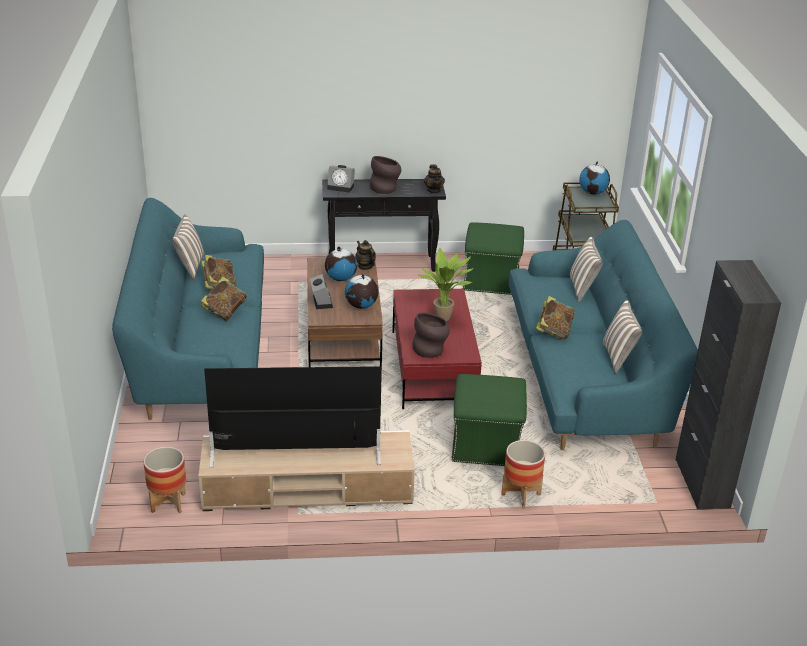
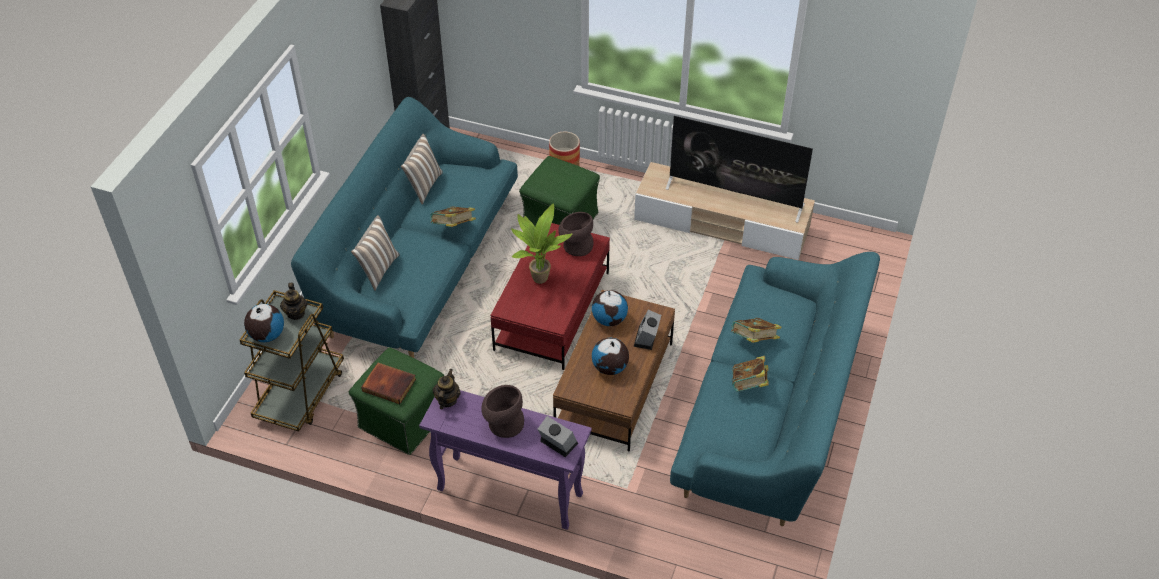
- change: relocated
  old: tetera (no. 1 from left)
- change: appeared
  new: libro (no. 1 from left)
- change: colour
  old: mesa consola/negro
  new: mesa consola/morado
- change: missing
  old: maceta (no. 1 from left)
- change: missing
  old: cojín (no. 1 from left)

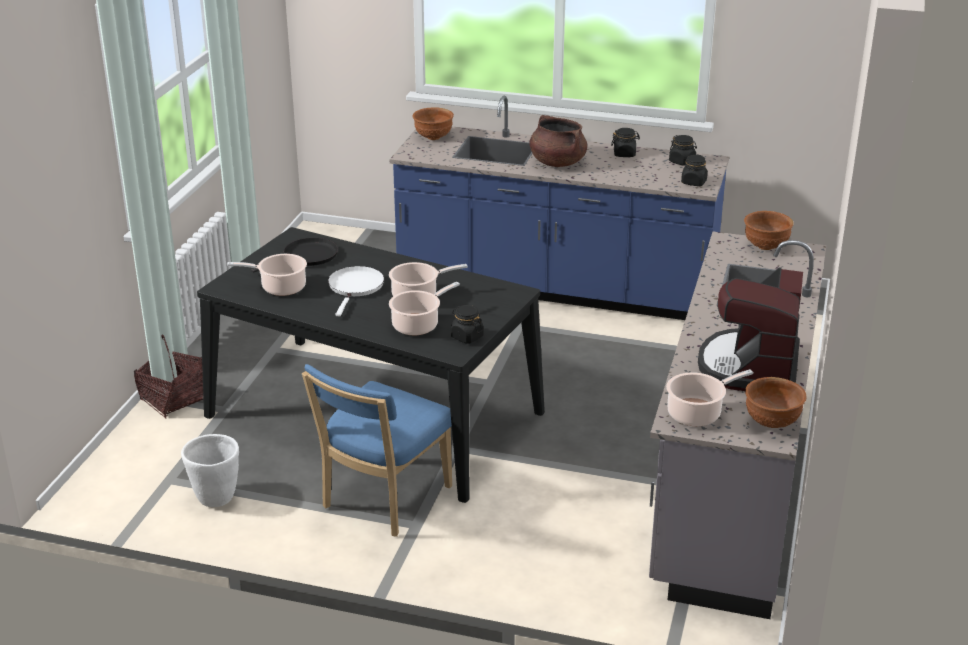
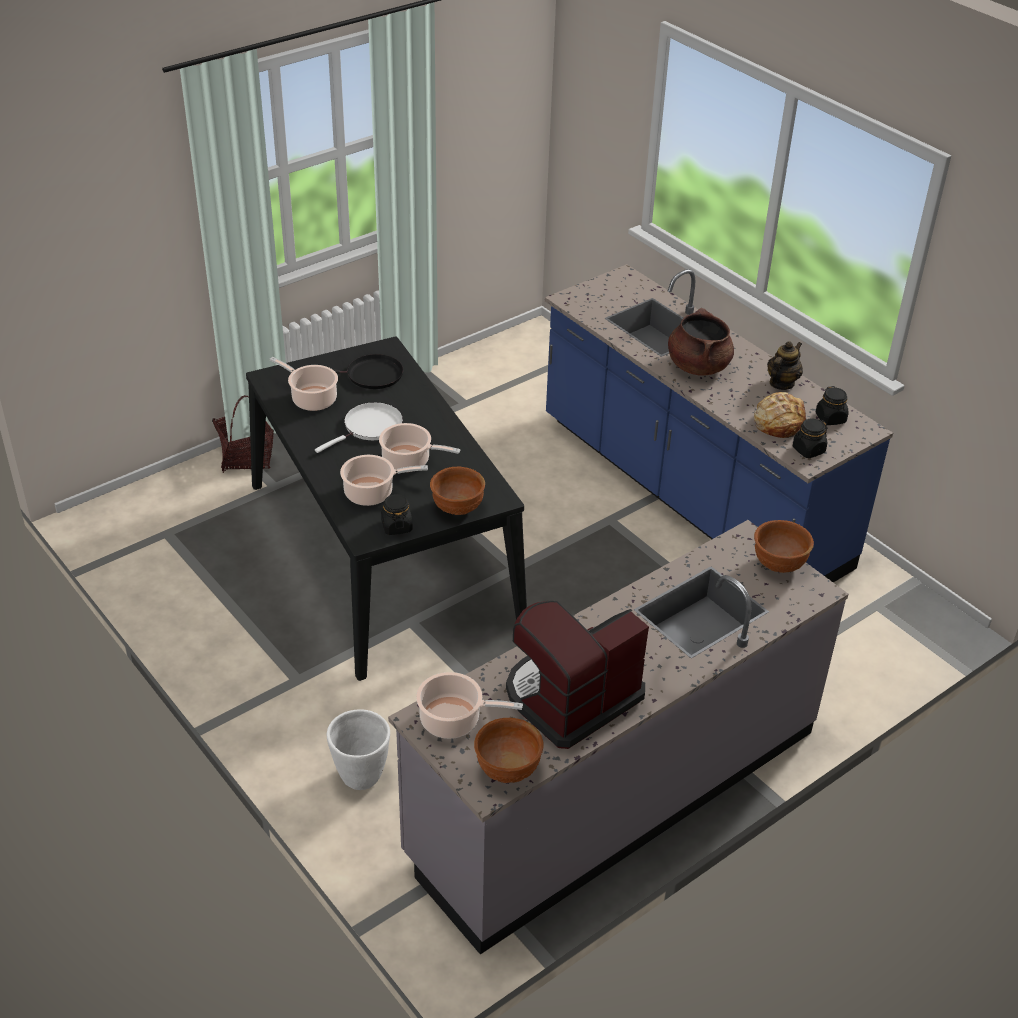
- change: relocated
  old: maceta/blanco
- change: relocated
  old: cuenco/marrón (no. 1 from left)
- change: appeared
  new: pan
- change: exchanged
  old: tarro/negro (no. 2 from left)
  new: tetera
- change: missing
  old: silla/azul

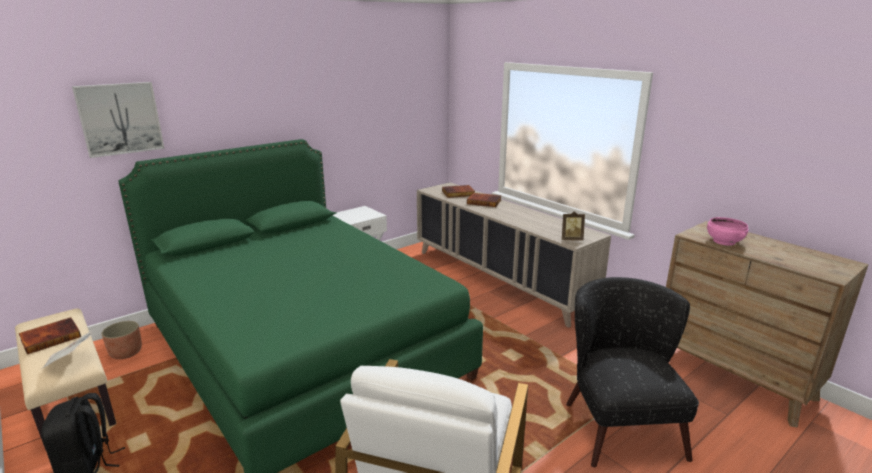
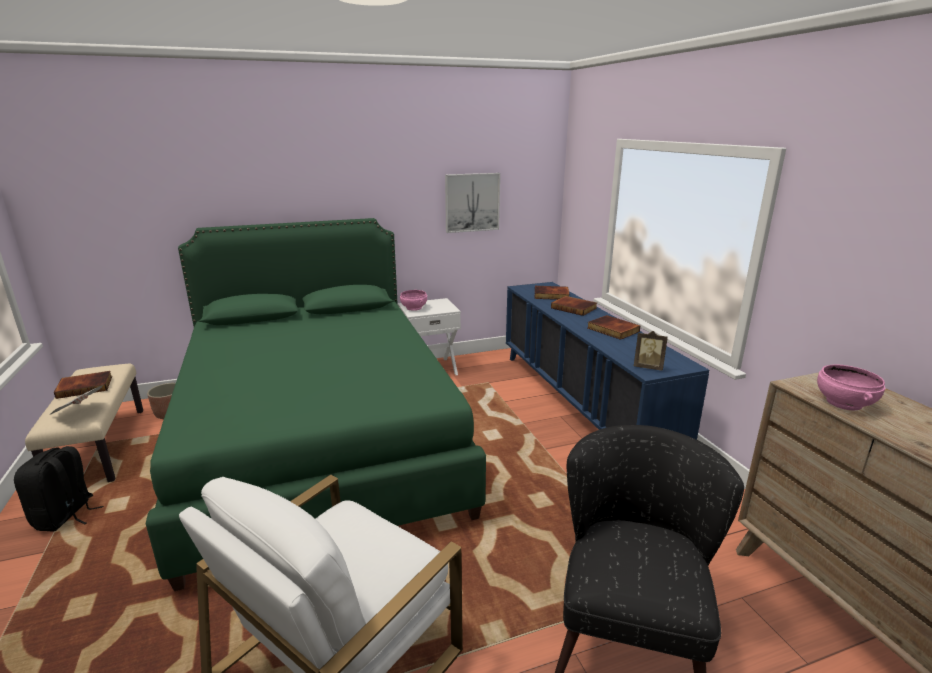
- change: appeared
  new: cuenco/rosa (no. 1 from left)
- change: relocated
  old: cuadro
- change: colour
  old: armario/beis
  new: armario/azul
- change: appeared
  new: libro (no. 4 from left)

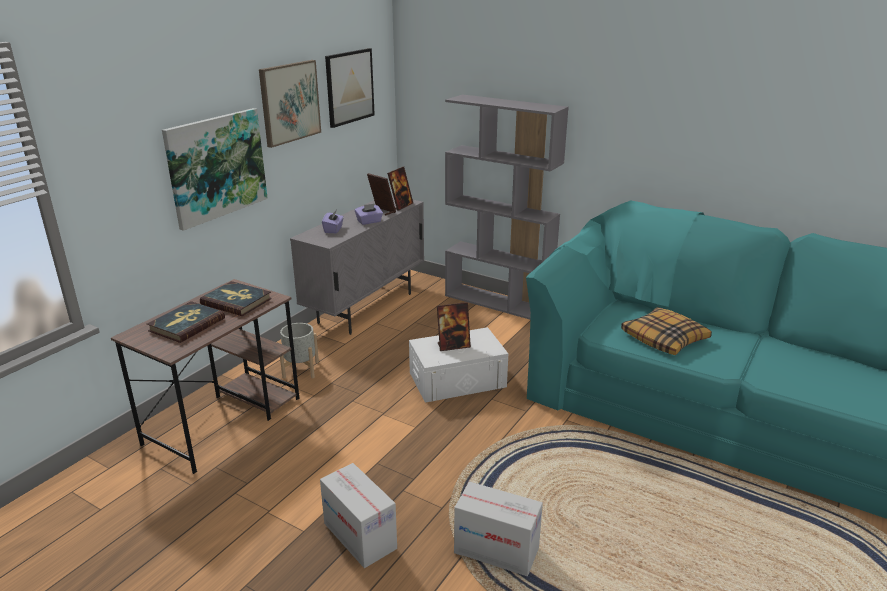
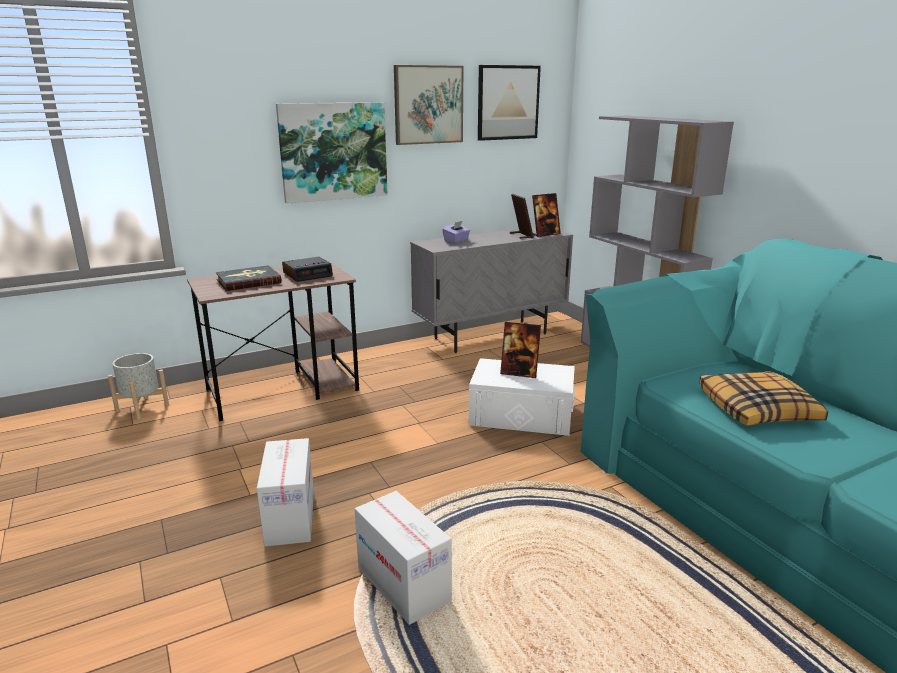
- change: relocated
  old: maceta/gris
- change: exchanged
  old: libro (no. 2 from left)
  new: despertador
- change: missing
  old: caja de pañuelos/morado (no. 2 from left)

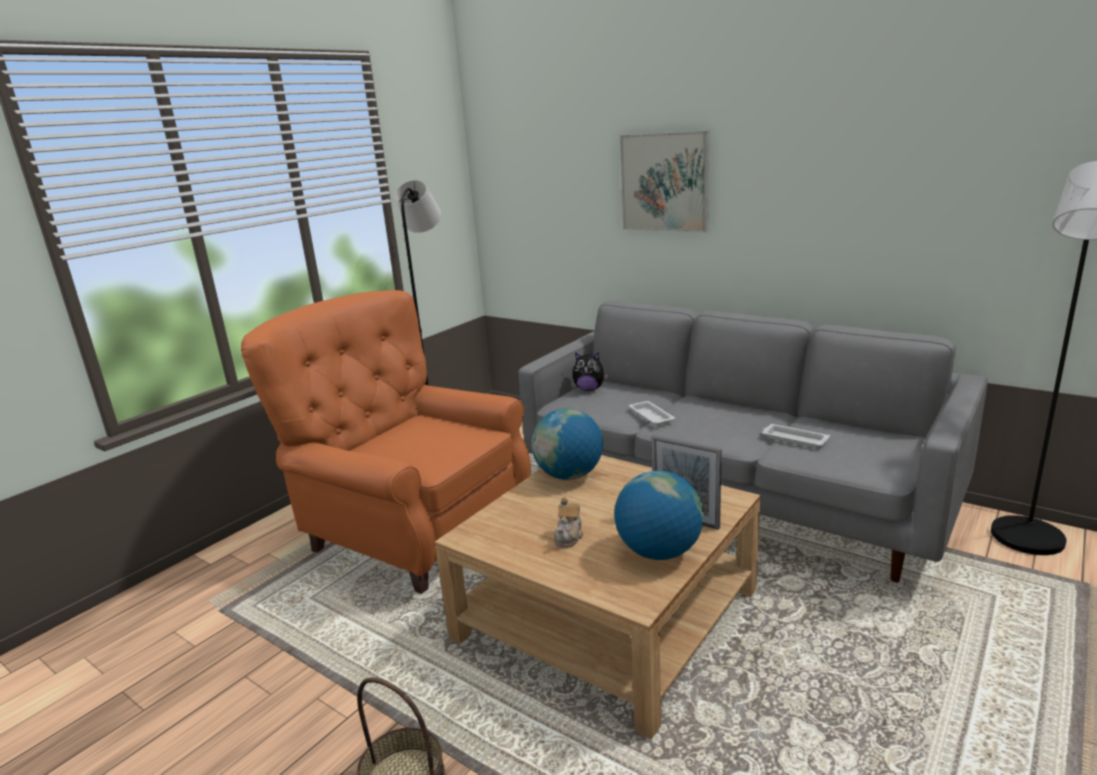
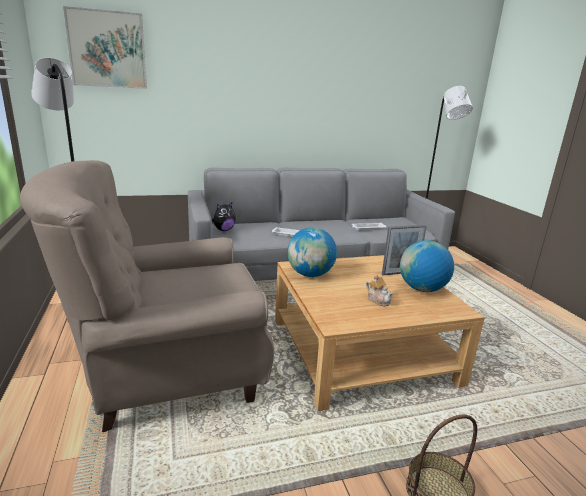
- change: colour
  old: sillón/naranja
  new: sillón/beis
- change: relocated
  old: cuadro

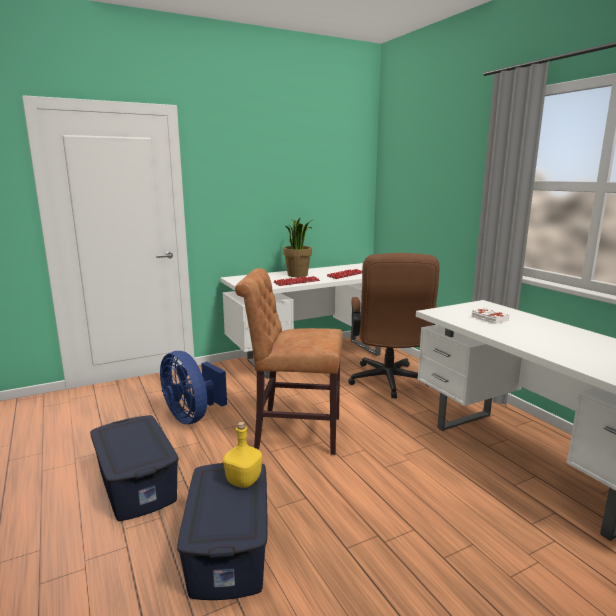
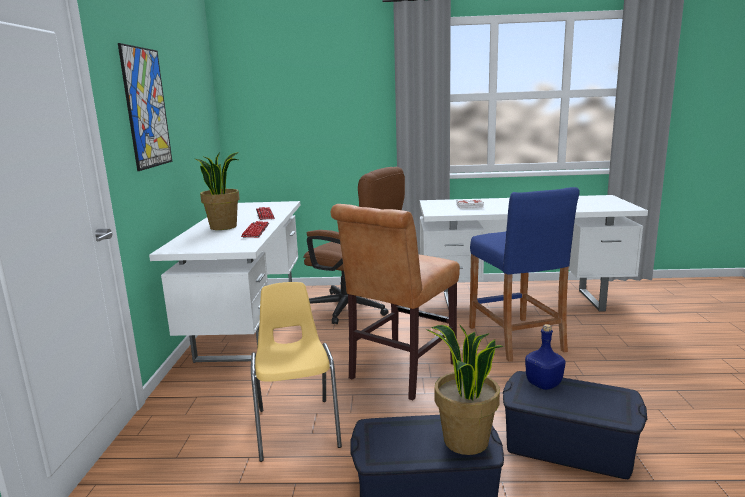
- change: appeared
  new: cuadro
- change: exchanged
  old: ventilador/azul
  new: silla/amarillo
- change: appeared
  new: planta en maceta (no. 2 from left)
- change: appeared
  new: taburete/azul
- change: colour
  old: botella/amarillo
  new: botella/azul

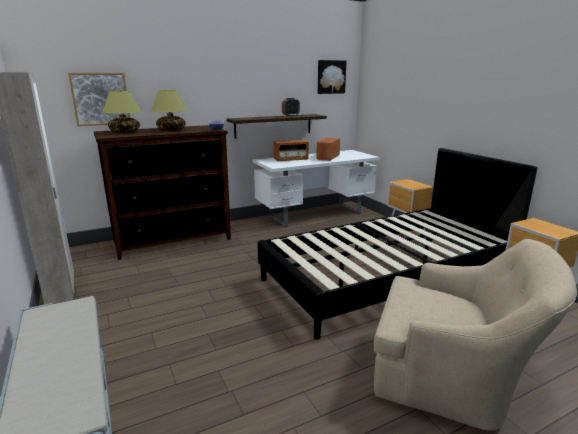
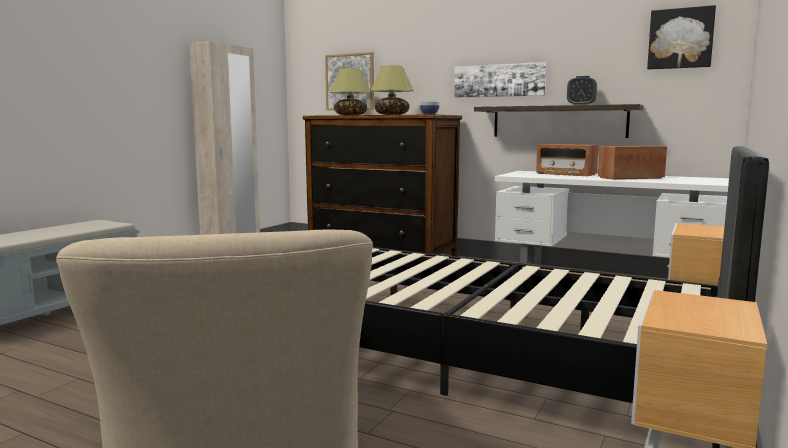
- change: appeared
  new: cuadro (no. 2 from left)

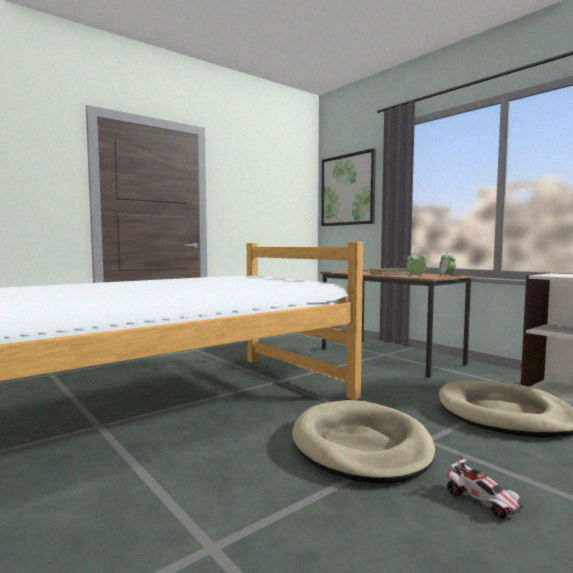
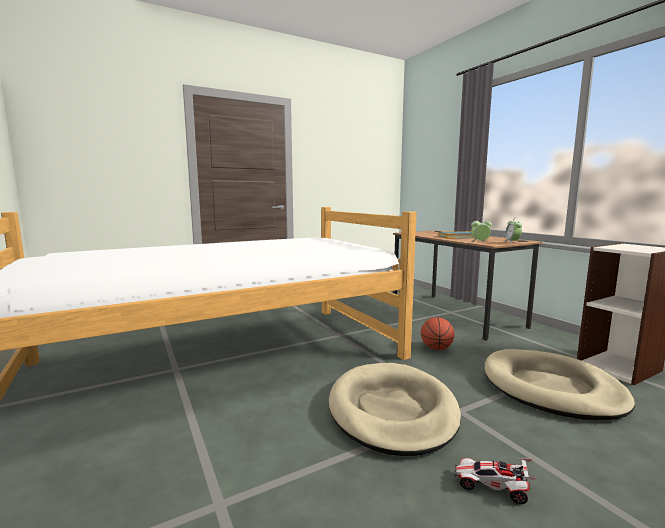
- change: appeared
  new: balón de baloncesto
- change: spun
  old: coche de juguete
  degrees: 135
- change: missing
  old: cuadro

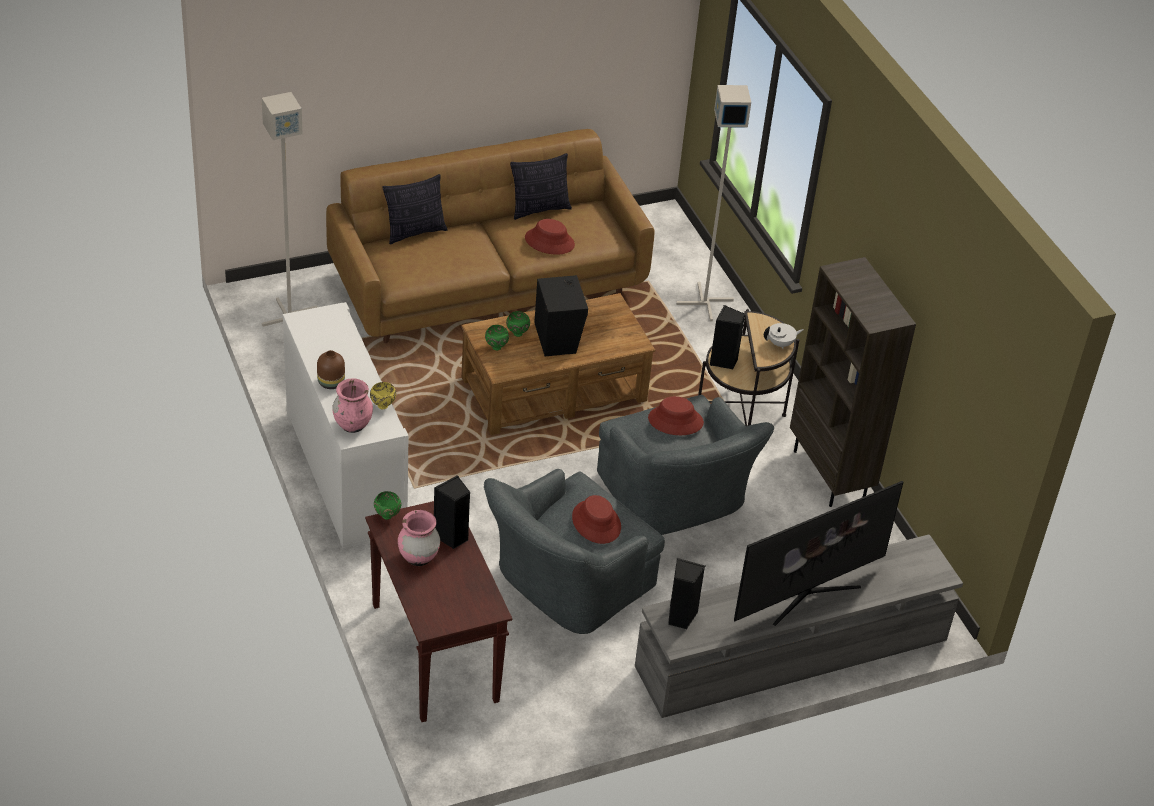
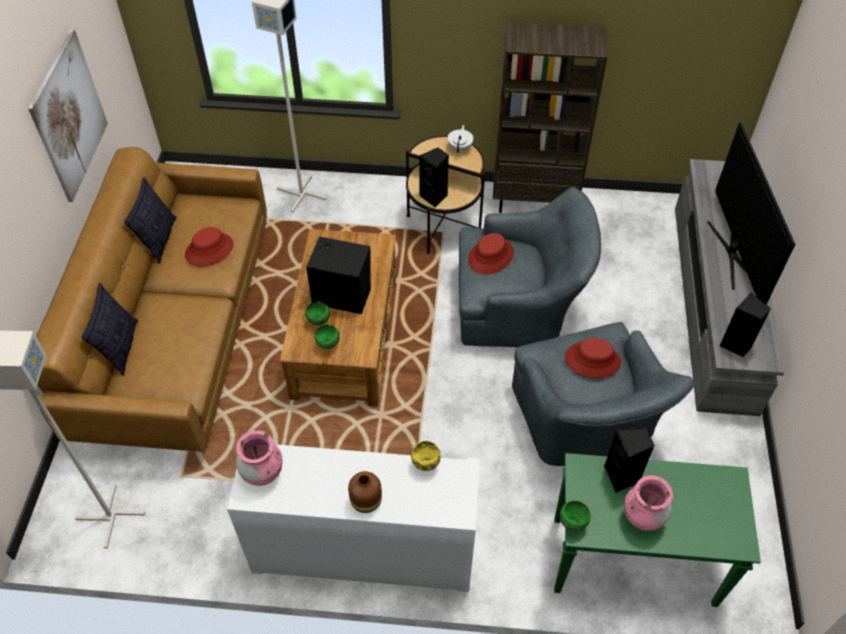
- change: appeared
  new: cuadro
- change: relocated
  old: florero/rosa (no. 1 from left)
- change: colour
  old: mesa consola/marrón
  new: mesa consola/verde

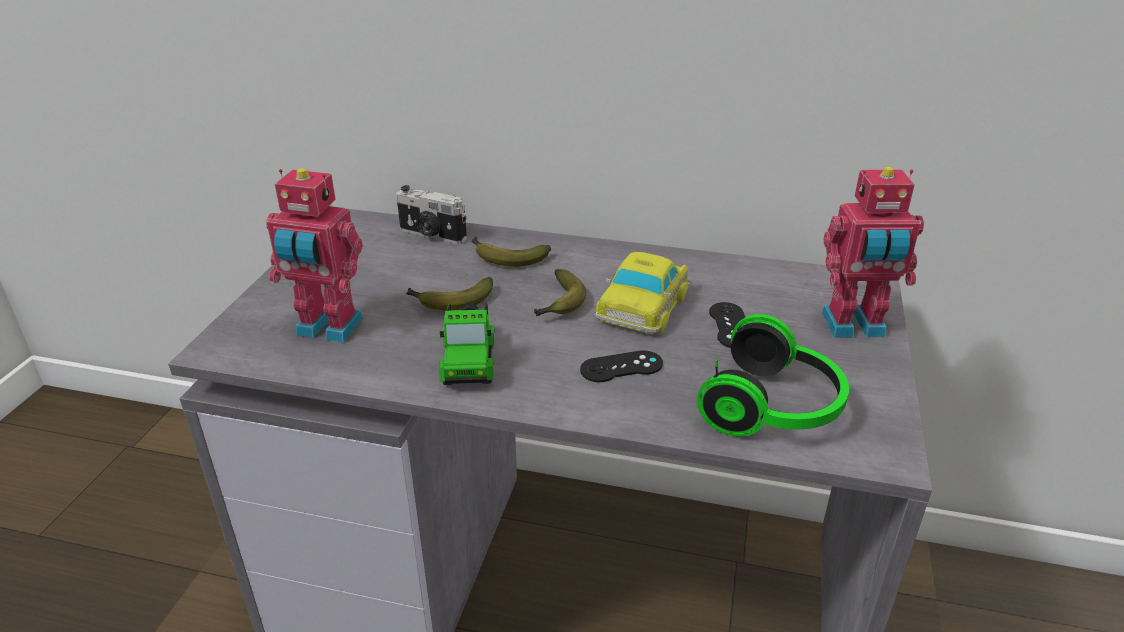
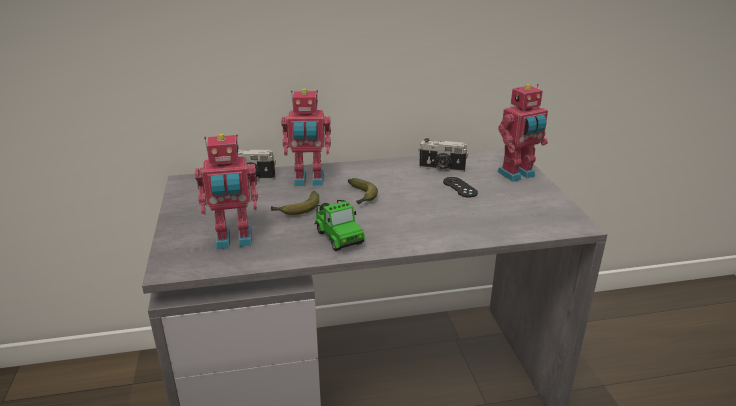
- change: exchanged
  old: plátano (no. 2 from left)
  new: robot de juguete (no. 2 from left)
- change: appeared
  new: cámara (no. 2 from left)
- change: missing
  old: mando de consola/negro (no. 1 from left)
- change: missing
  old: coche de juguete (no. 2 from left)
- change: missing
  old: auriculares

